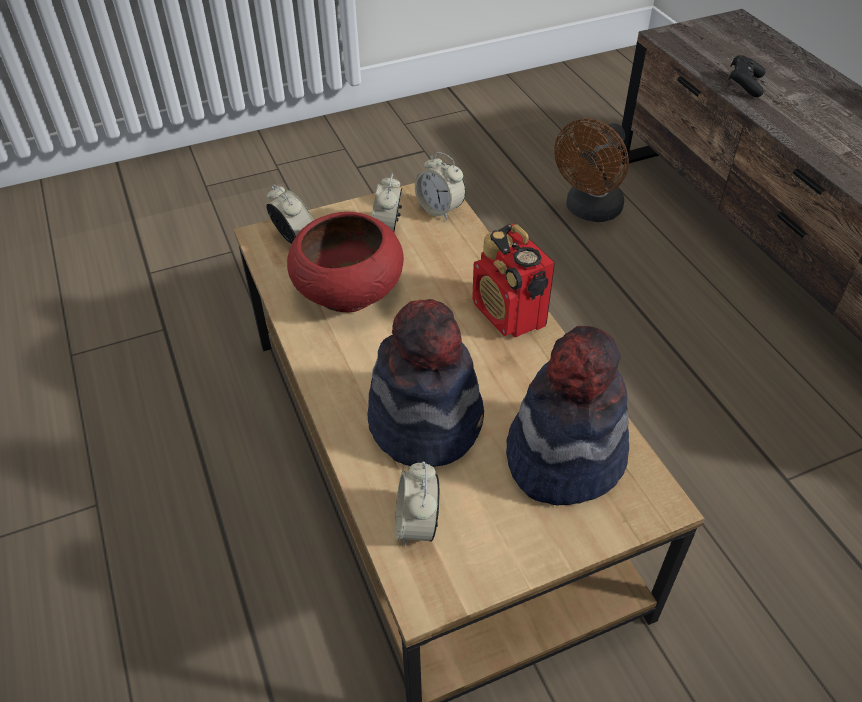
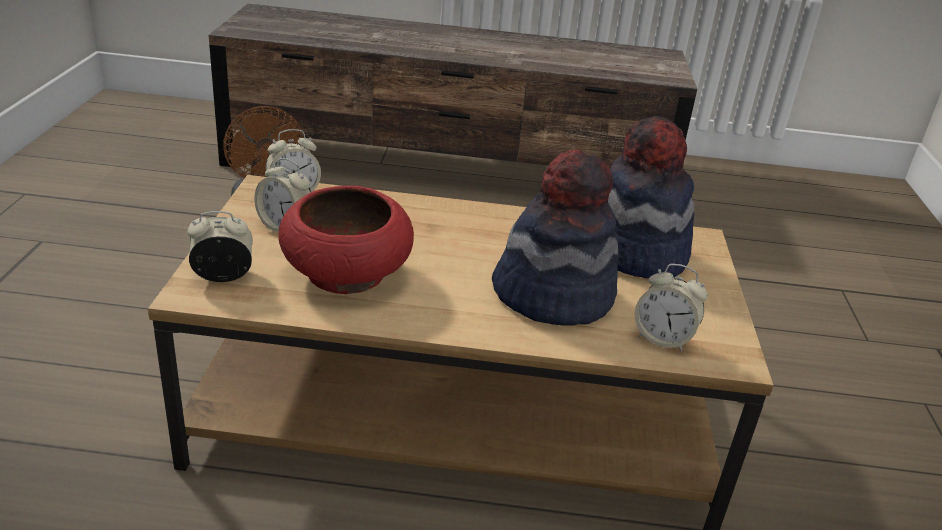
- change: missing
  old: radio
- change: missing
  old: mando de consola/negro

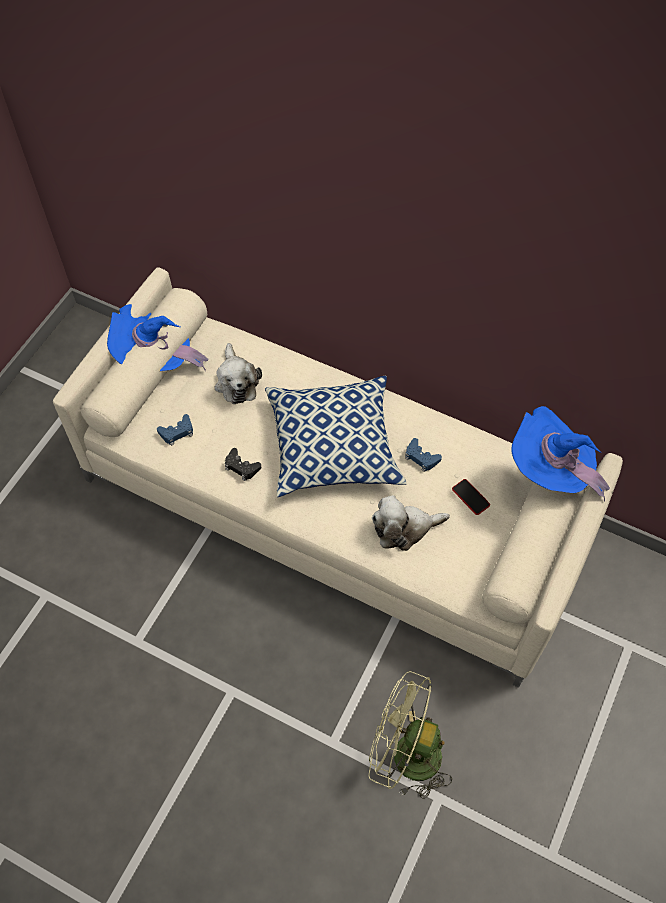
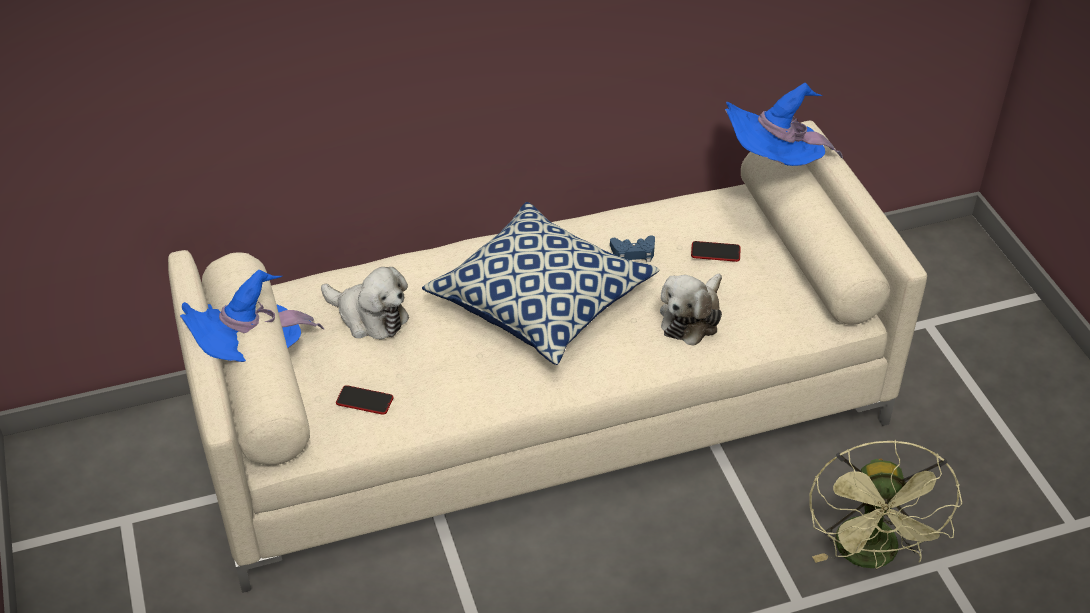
- change: exchanged
  old: mando de consola/azul (no. 1 from left)
  new: móvil (no. 1 from left)
- change: spun
  old: ventilador/verde
  degrees: -60
- change: missing
  old: mando de consola/negro

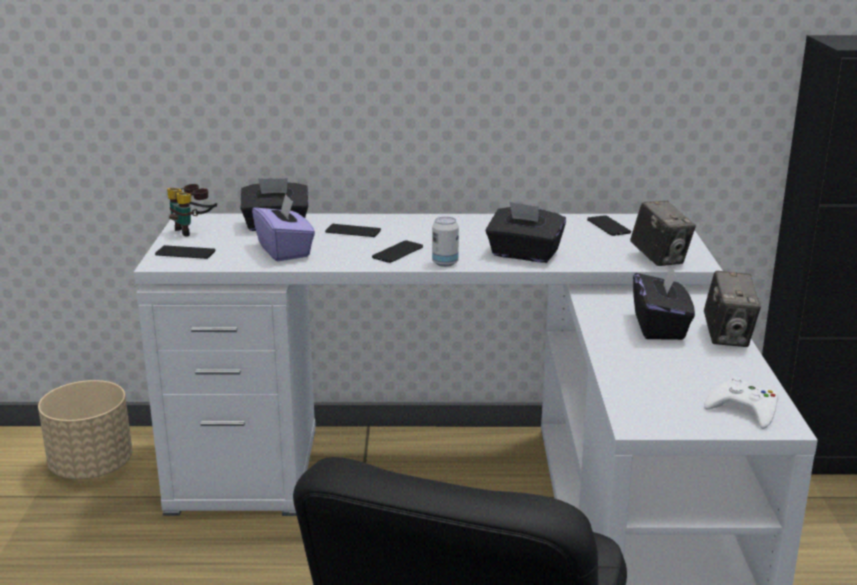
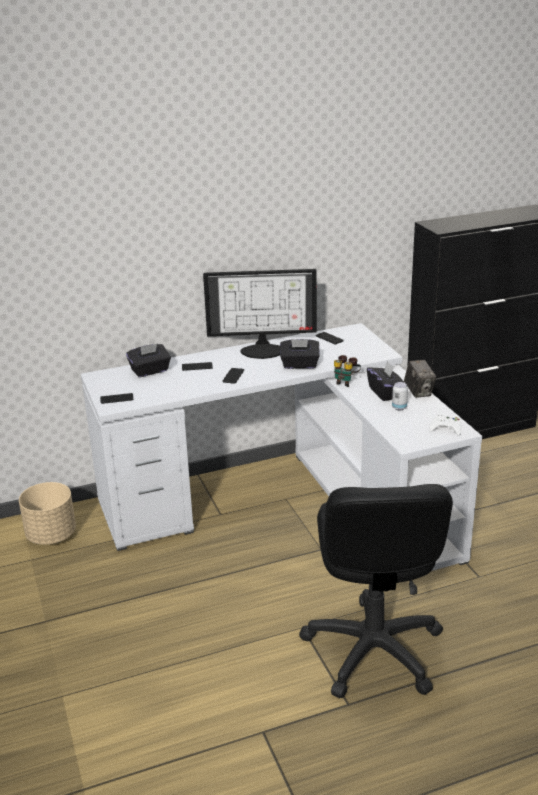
- change: appeared
  new: monitor
- change: relocated
  old: prismáticos
- change: relocated
  old: lata
- change: missing
  old: caja de pañuelos/morado
- change: missing
  old: cámara (no. 1 from left)

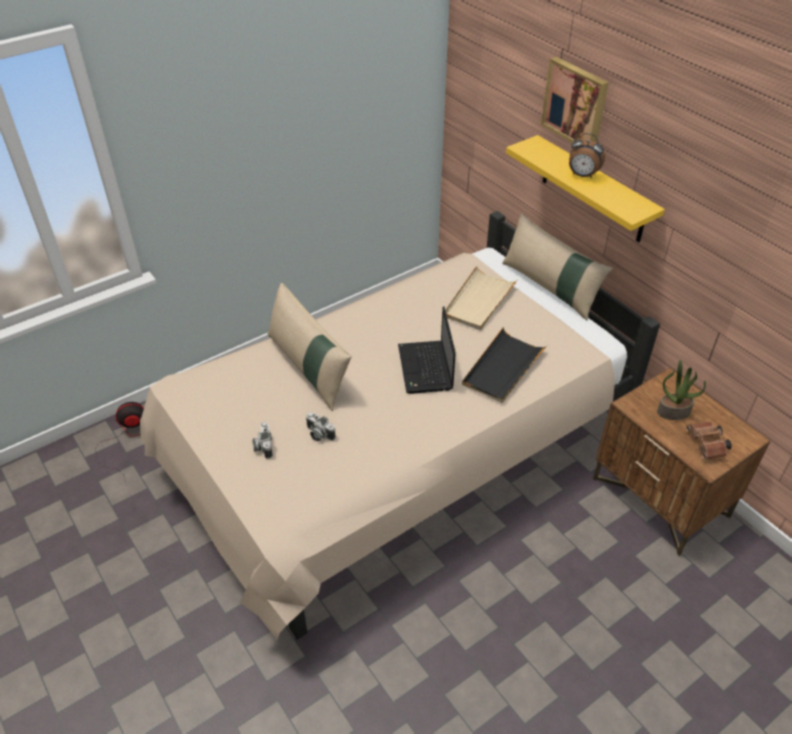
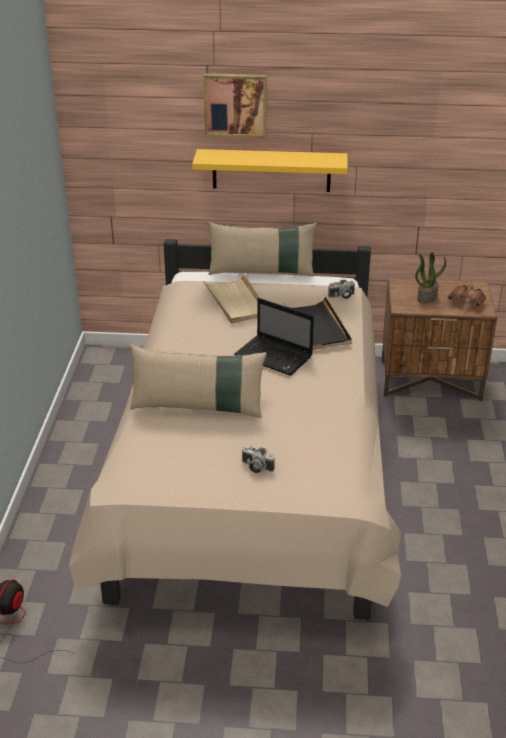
- change: relocated
  old: cámara (no. 2 from left)
- change: missing
  old: despertador

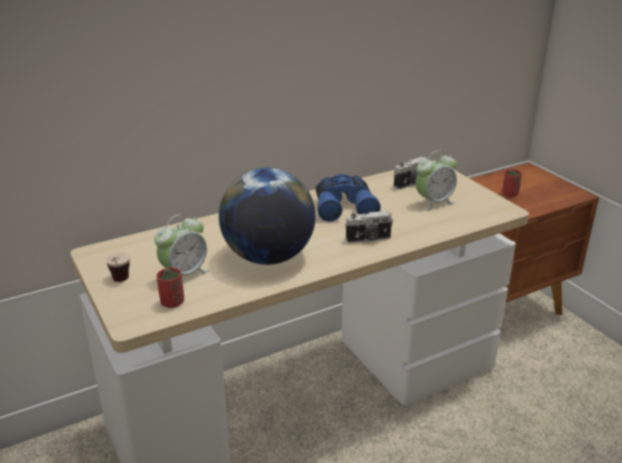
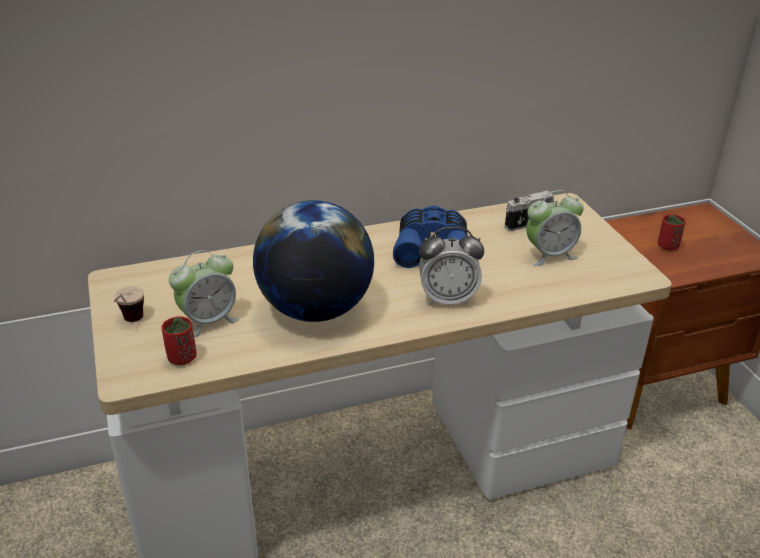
- change: exchanged
  old: cámara (no. 1 from left)
  new: despertador (no. 2 from left)

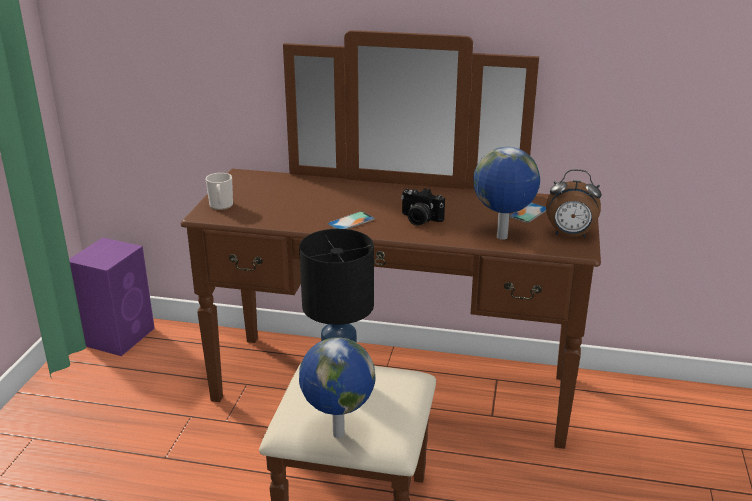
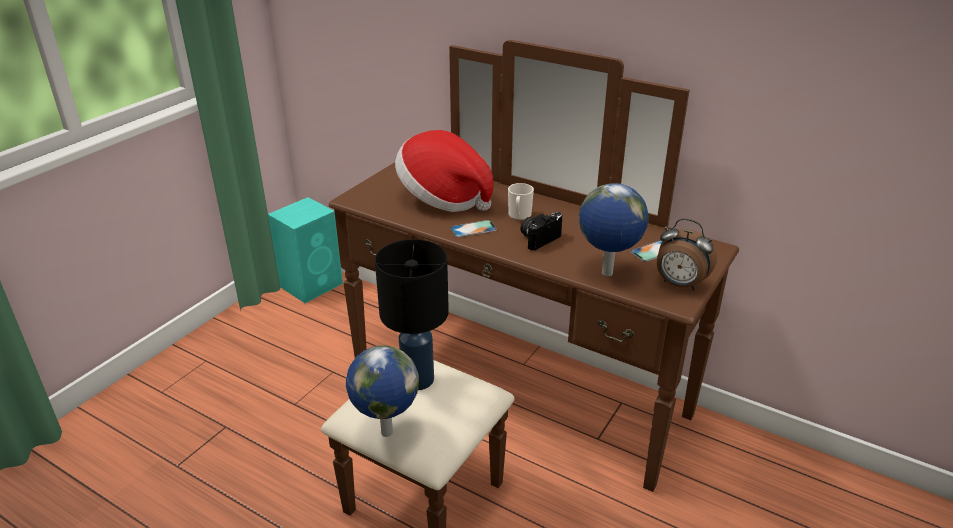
- change: colour
  old: altavoz/morado
  new: altavoz/turquesa
- change: appeared
  new: sombrero
- change: relocated
  old: taza grande
- change: spun
  old: cámara
  degrees: 90

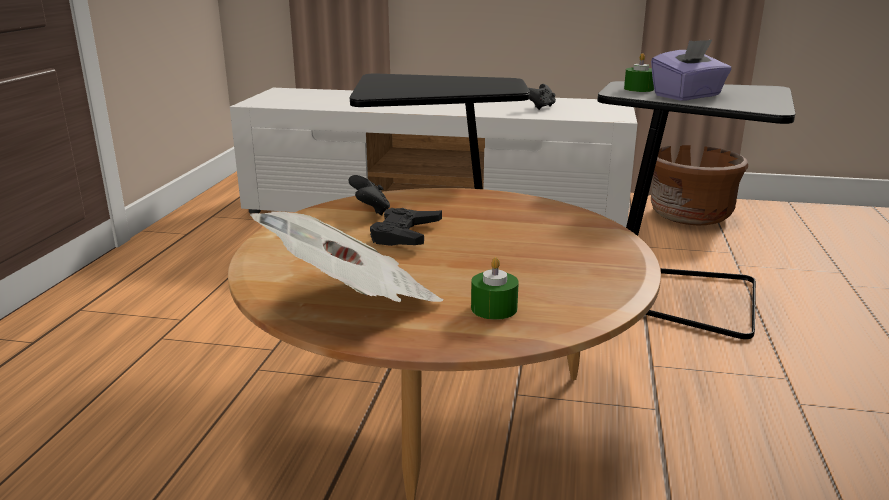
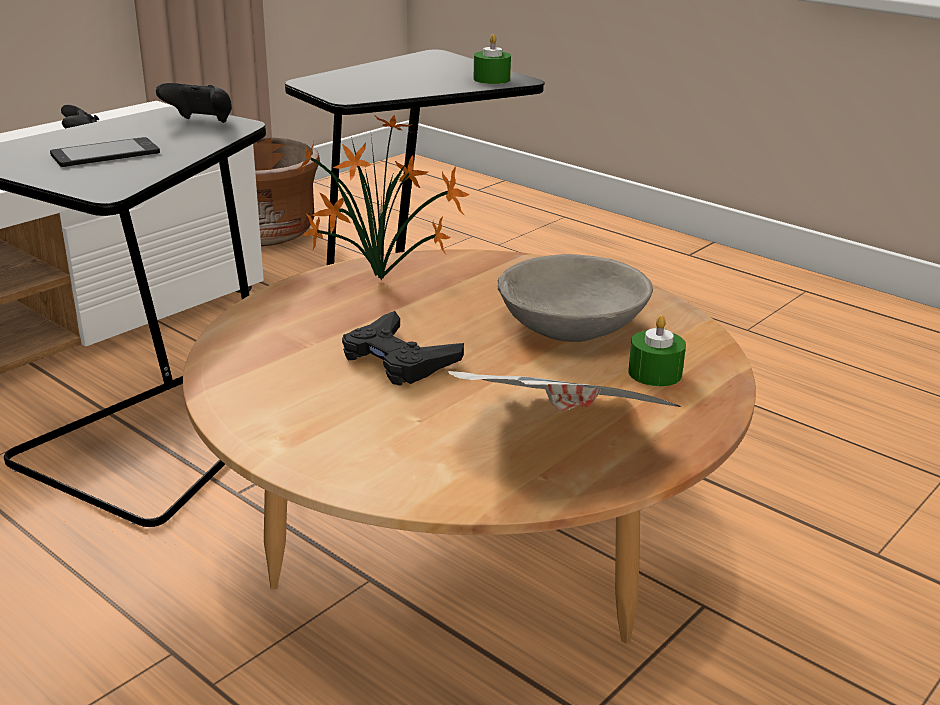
- change: appeared
  new: móvil
- change: relocated
  old: mando de consola/negro (no. 1 from left in the first image)
  new: mando de consola/negro (no. 2 from left)
- change: appeared
  new: planta en maceta
- change: relocated
  old: vela/verde (no. 2 from left in the first image)
  new: vela/verde (no. 1 from left)
- change: appeared
  new: cuenco/gris
- change: missing
  old: caja de pañuelos/morado

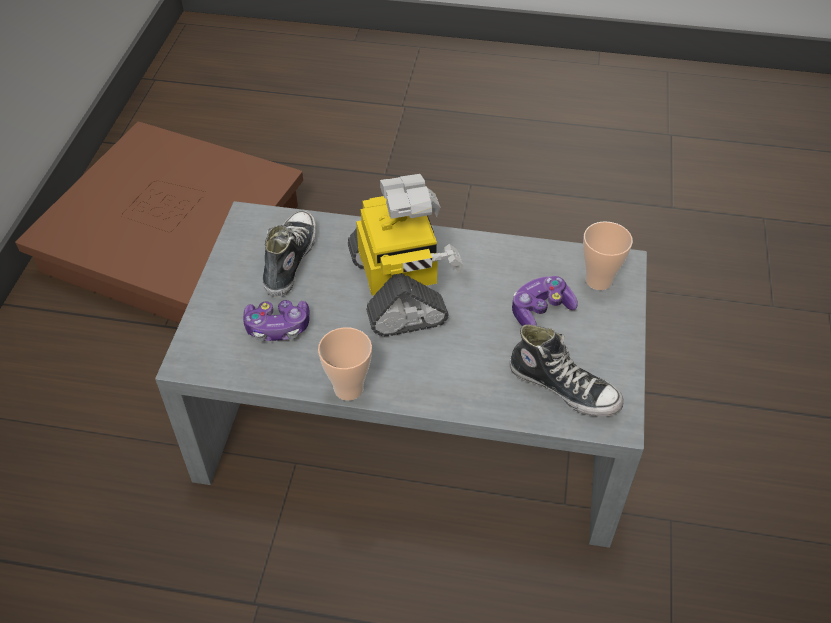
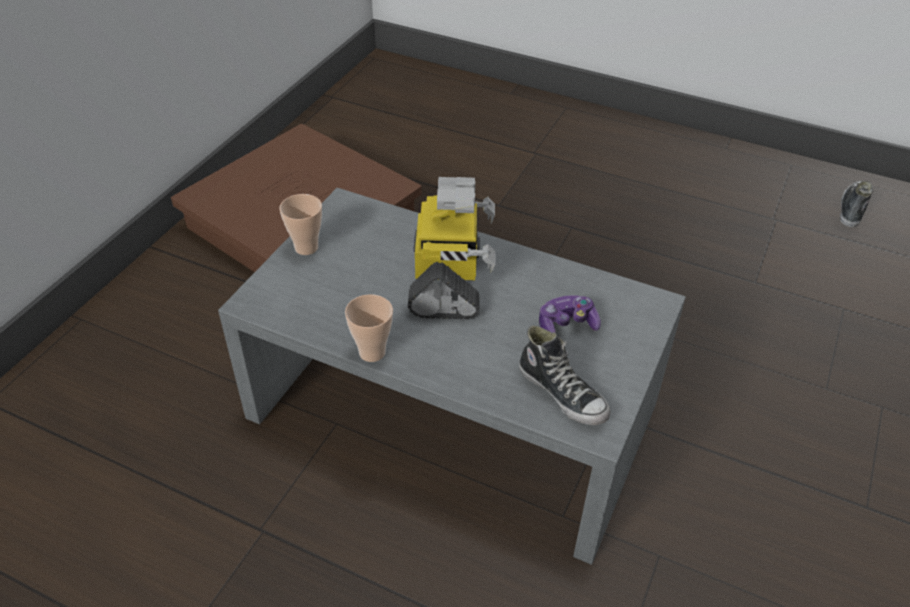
- change: relocated
  old: taza (no. 2 from left in the first image)
  new: taza (no. 1 from left)
- change: relocated
  old: zapato (no. 1 from left in the first image)
  new: zapato (no. 2 from left)
- change: missing
  old: mando de consola (no. 1 from left)

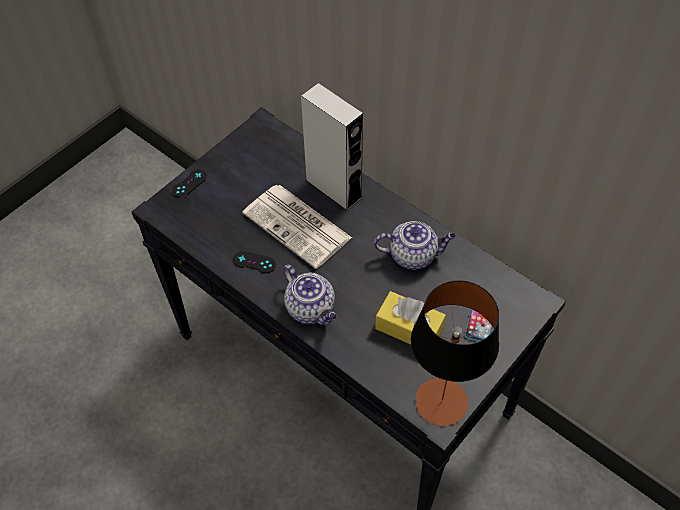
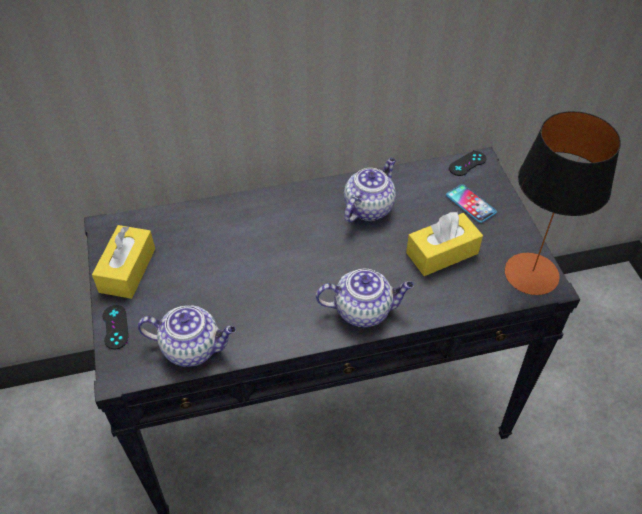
- change: appeared
  new: caja de pañuelos/amarillo (no. 1 from left)
- change: appeared
  new: tetera (no. 1 from left)
- change: relocated
  old: mando de consola/negro (no. 2 from left)
- change: missing
  old: periódico
- change: missing
  old: altavoz/gris

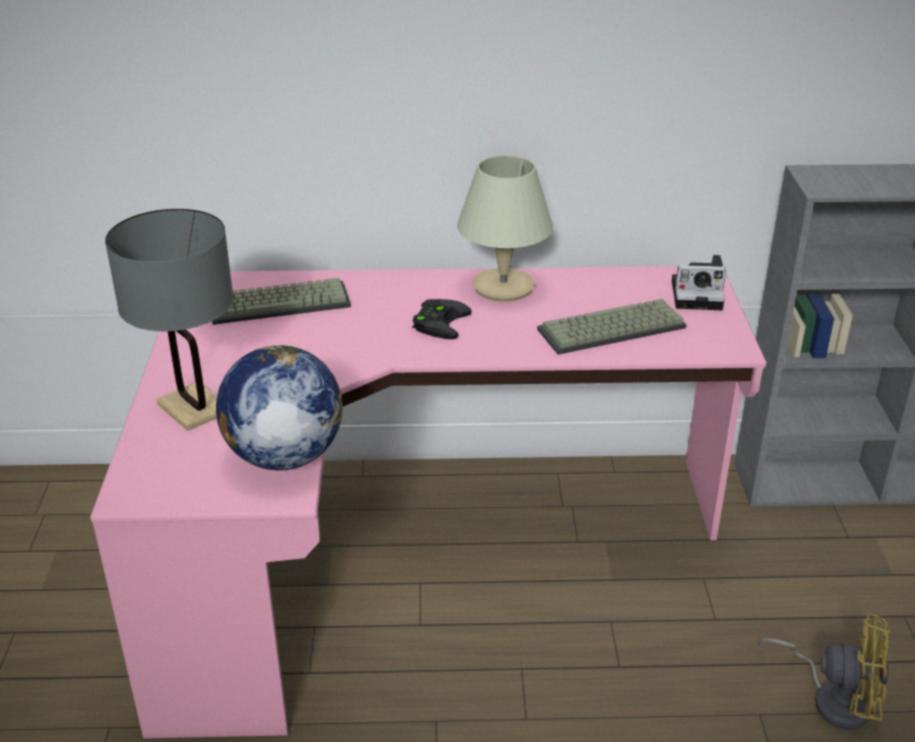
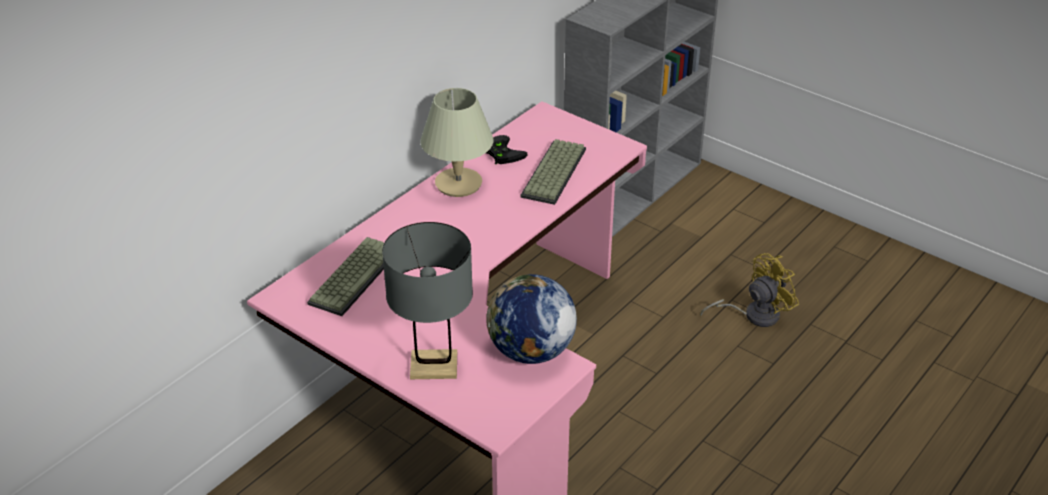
- change: relocated
  old: mando de consola/negro
- change: missing
  old: cámara

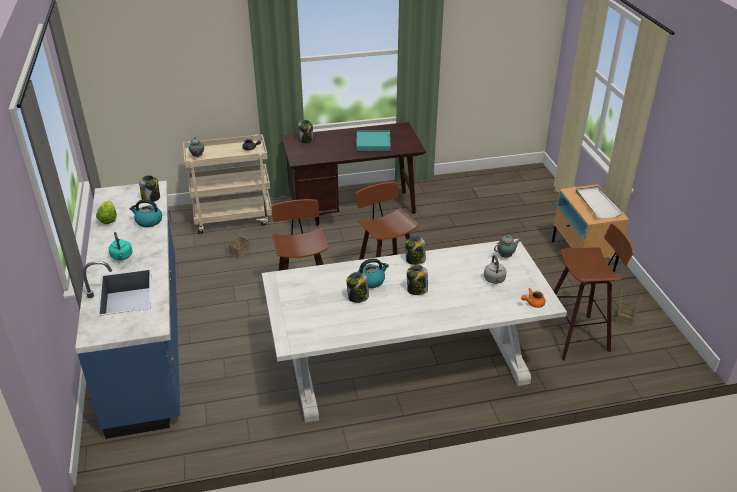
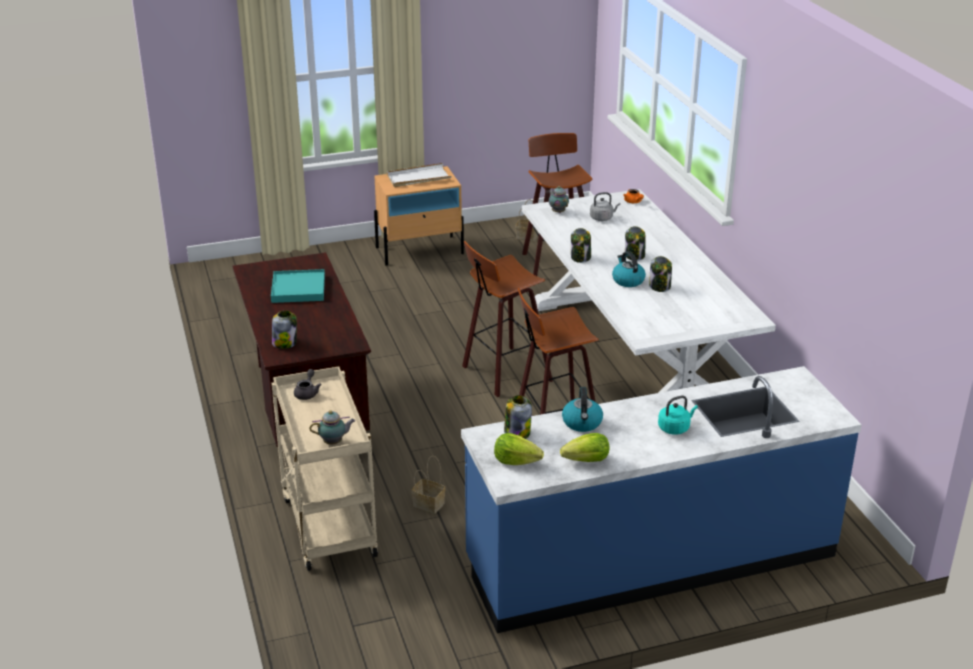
- change: appeared
  new: lechuga (no. 1 from left)

